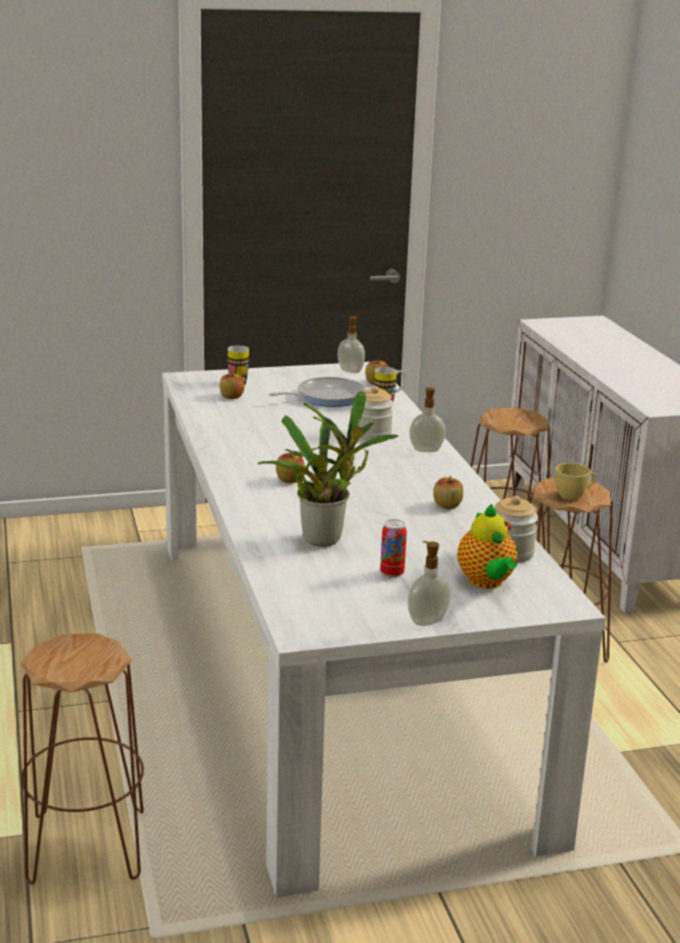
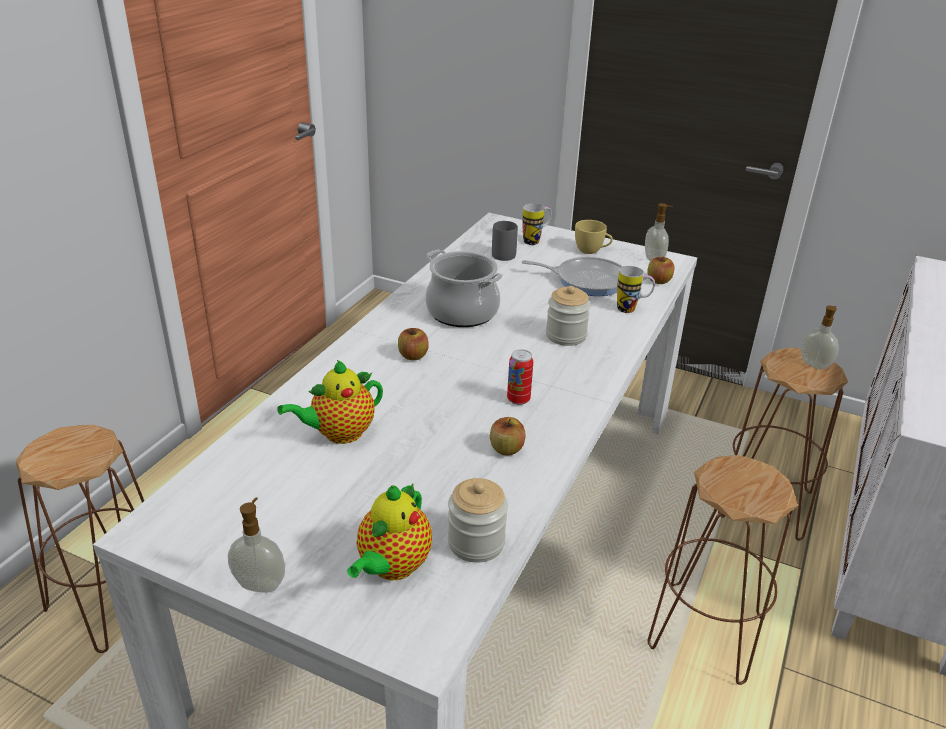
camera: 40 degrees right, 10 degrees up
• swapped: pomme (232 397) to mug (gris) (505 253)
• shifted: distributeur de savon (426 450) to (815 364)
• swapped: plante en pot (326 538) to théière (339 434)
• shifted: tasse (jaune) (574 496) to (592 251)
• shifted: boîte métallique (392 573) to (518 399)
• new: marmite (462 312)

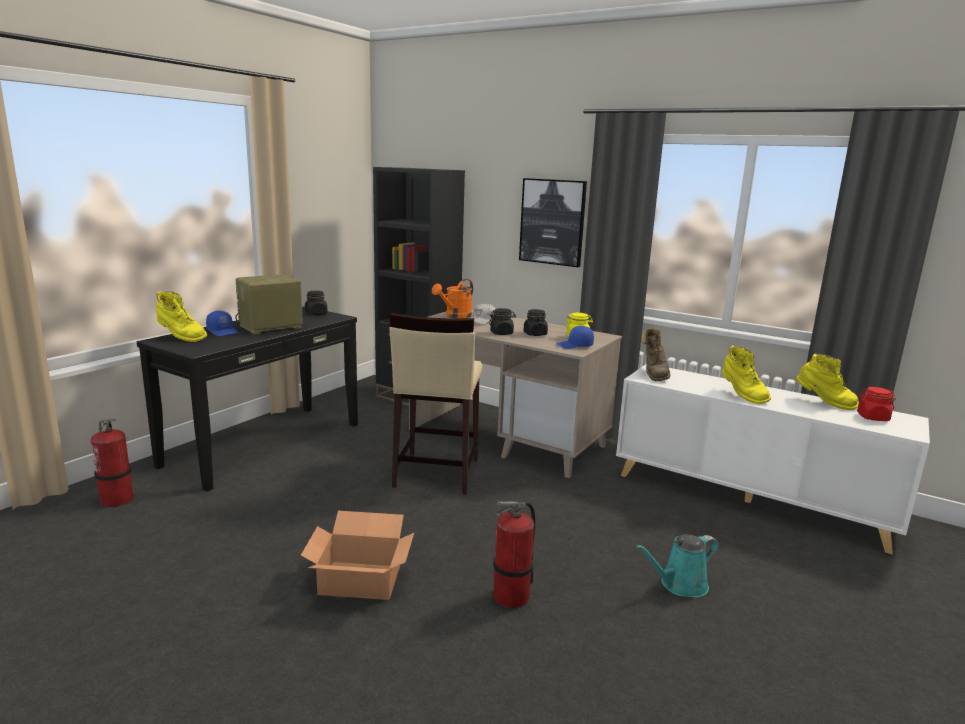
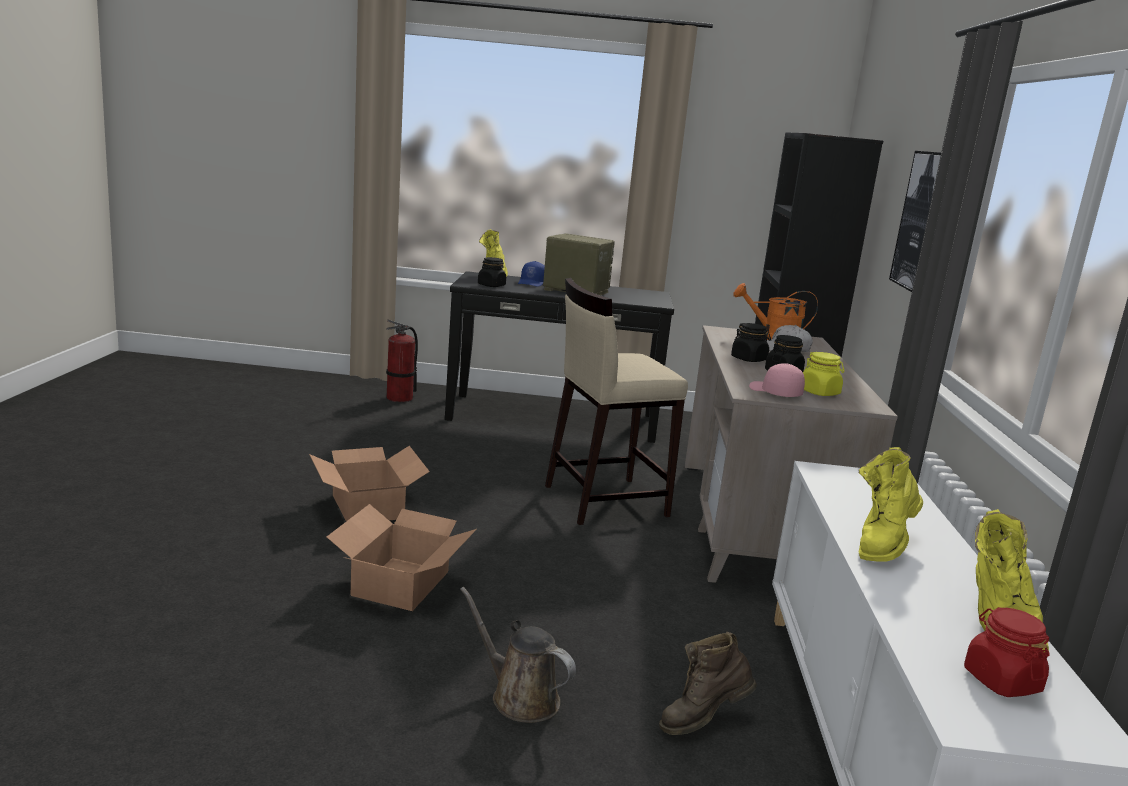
camera: 60 degrees right, 0 degrees up
• shifted: bocal (noir) (316 314) to (491 285)
• repainted: casquette (bleu) (575 346) to casquette (rose) (774 392)
• shifted: botte (marron) (654 374) to (702 720)
• swapped: extincteur (512 597) to carton (399 583)
• repainted: arrosoir (turquoise) (680 585) to arrosoir (marron) (519 697)

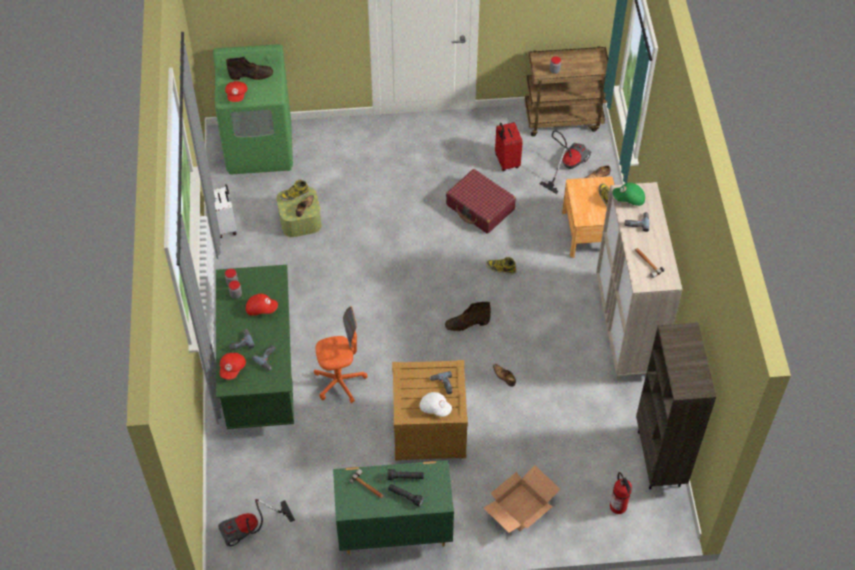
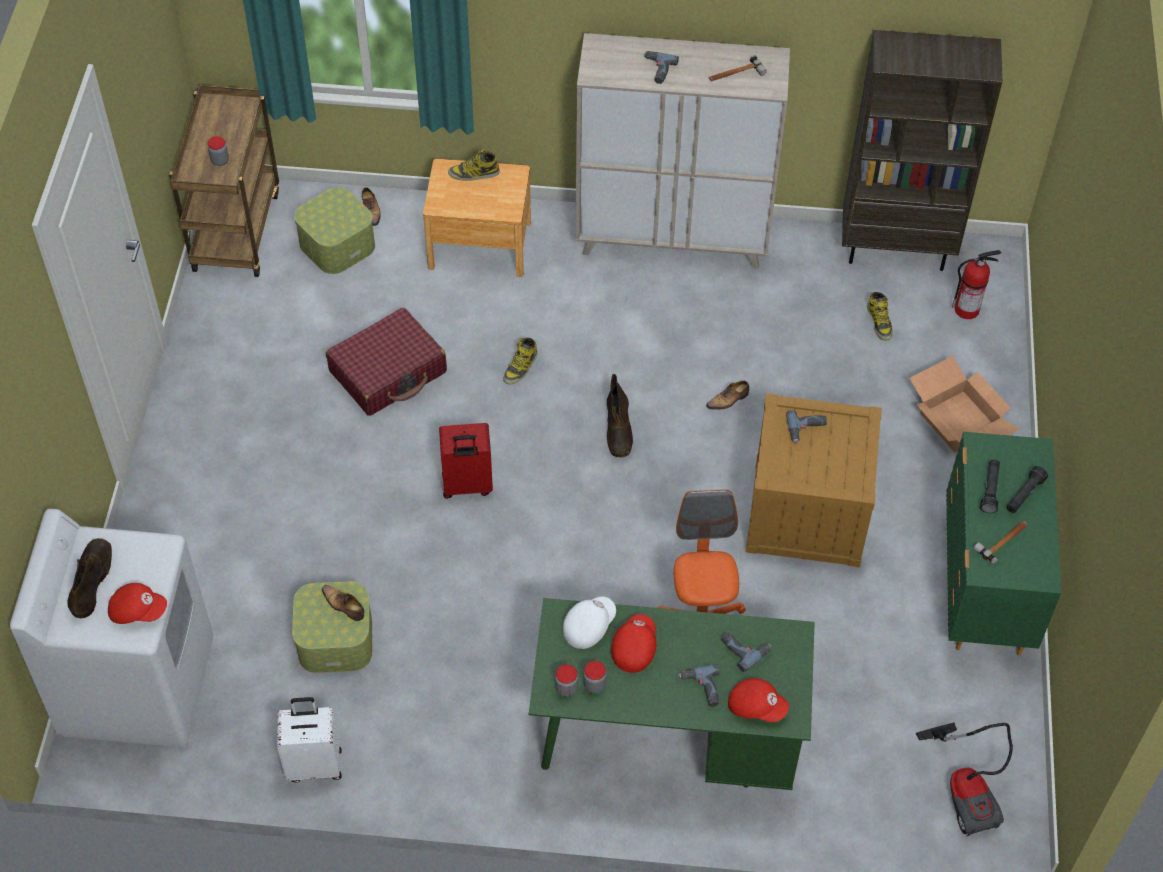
camera: 80 degrees left, 0 degrees up
• repainted: lave-linge (vert) (260 148) to lave-linge (blanc) (138 685)
• shifted: valise (rouge) (506 162) to (467 486)
• swapped: aspirateur (567 166) to boîte de rangement (337 245)
• shifted: botte (294 195) to (879 322)
• gone: casquette (vert) (629 199)
• shifted: casquette (blanc) (435 408) to (588 626)

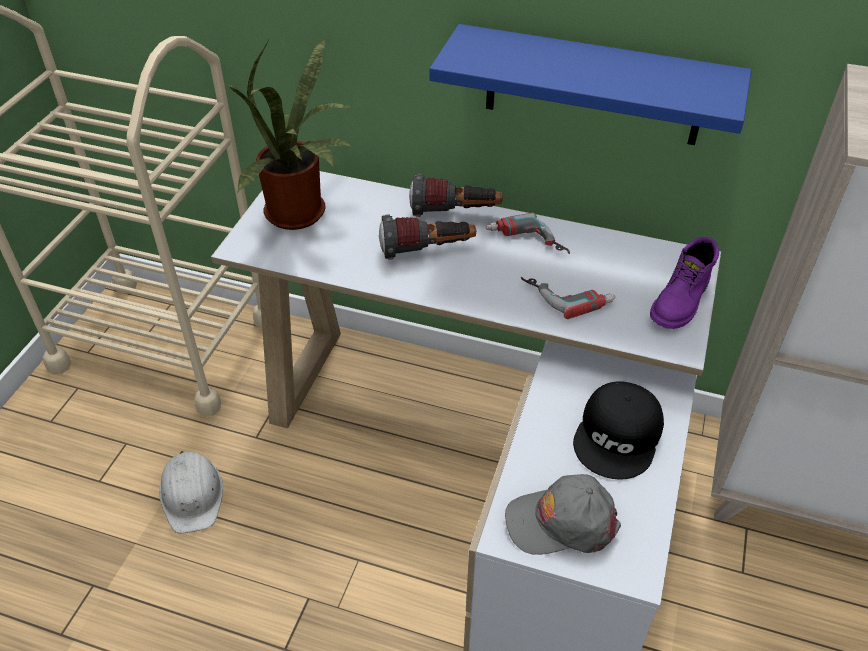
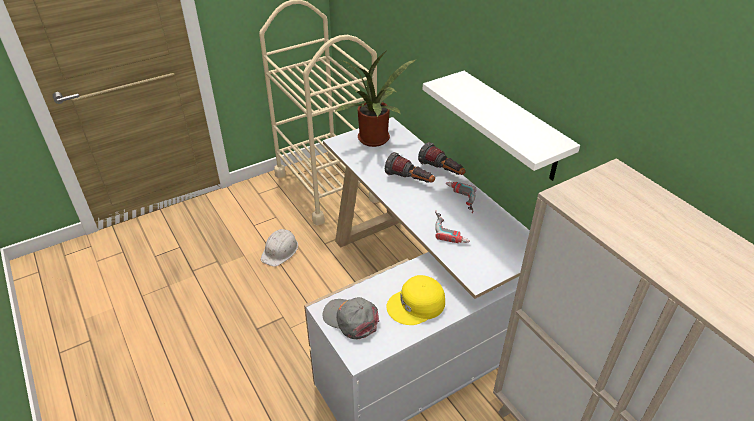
camera: 40 degrees right, 5 degrees down
• repainted: étagère (bleu) (593 86) to étagère (blanc) (513 126)
• gone: botte (violet) (681 302)
• repainted: casquette (noir) (619 437) to casquette (jaune) (416 305)

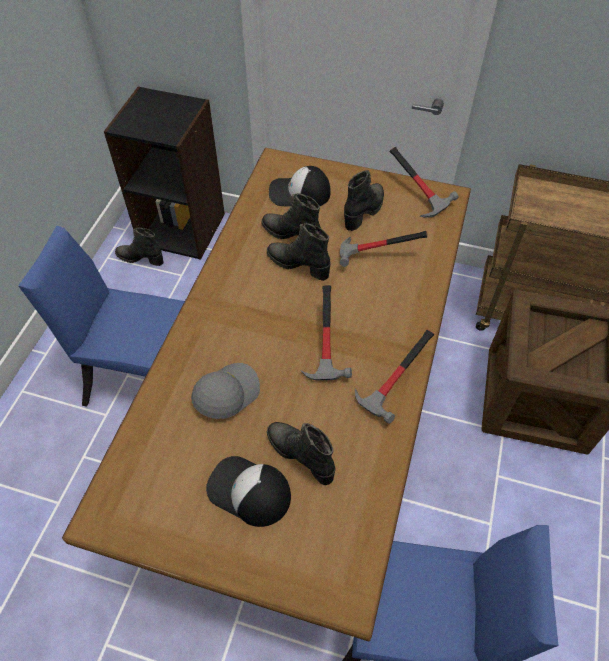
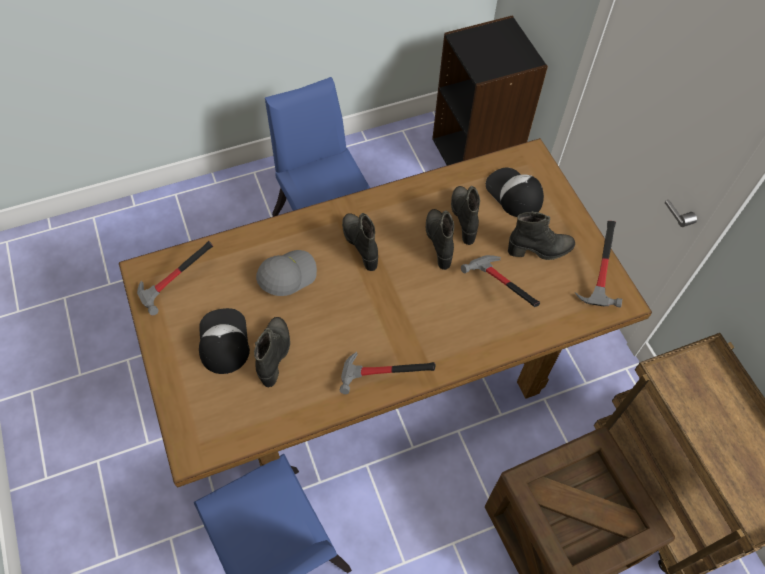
camera: 50 degrees right, 5 degrees up
• shifted: botte (noir) (140 258) to (361 245)
• shifted: marteau (329 350) to (176 288)
• rotated: casquette (gris) (226 393) = (286 275) 45 degrees counterclockwise

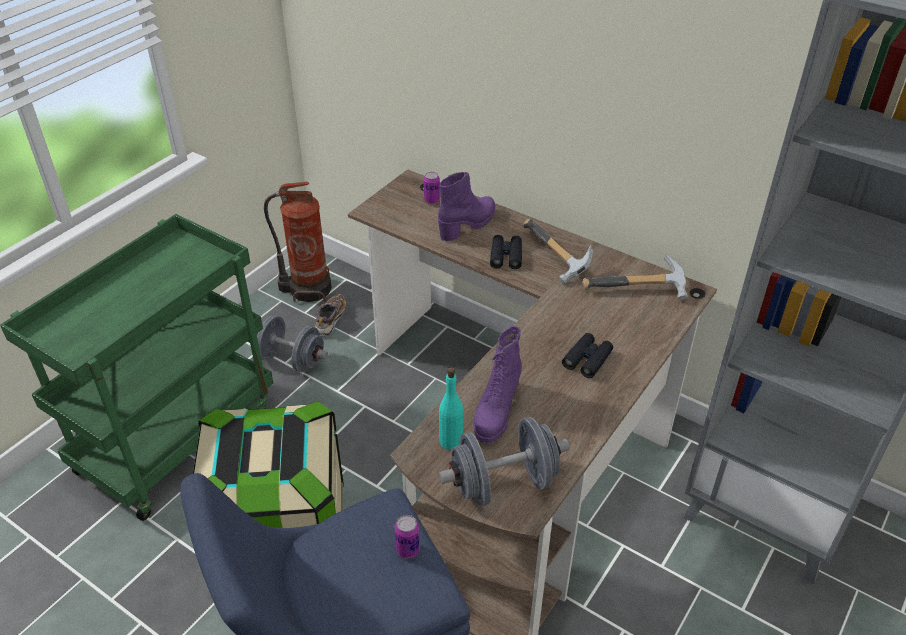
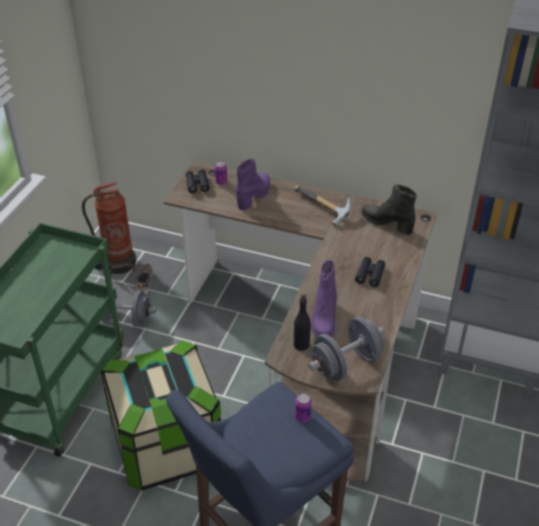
camera: 15 degrees left, 0 degrees up
• shifted: jumelles (noir) (506 256) to (197 184)
• swapped: marteau (638 291) to botte (noir) (387 223)
• repainted: bouteille (turquoise) (451 441) to bouteille (noir) (301 344)

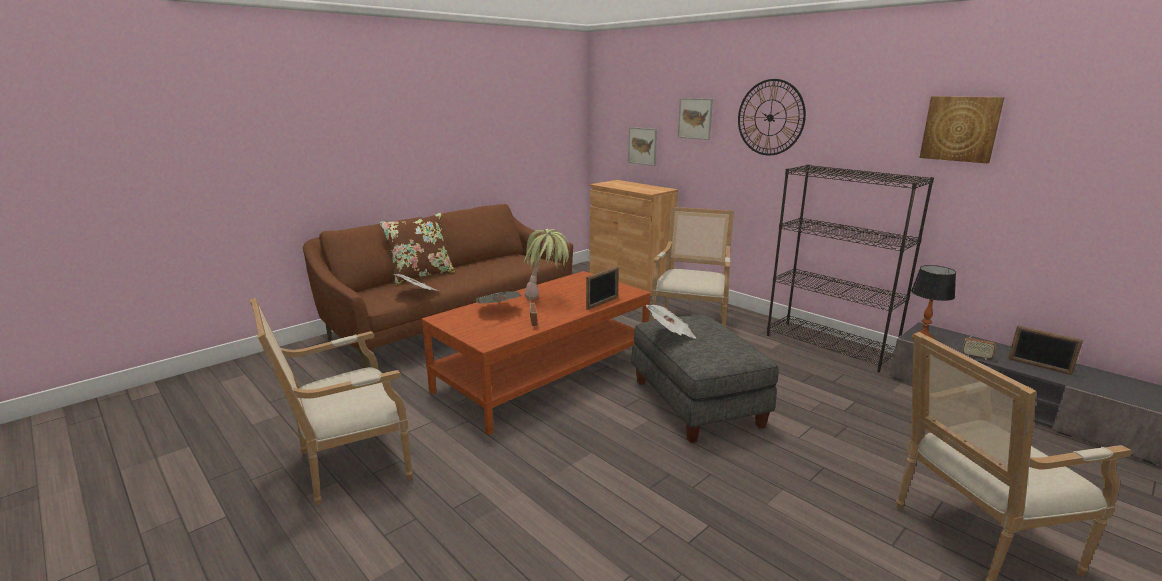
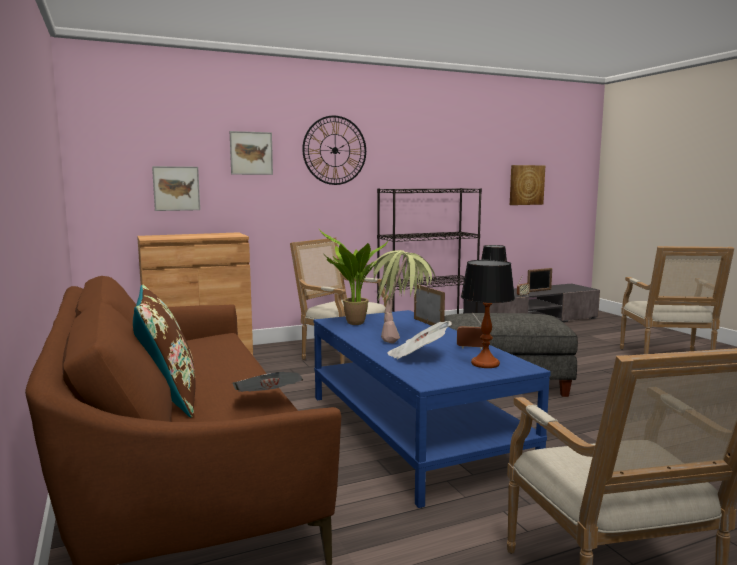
camera: 70 degrees left, 10 degrees down
• shifted: tableau (960 128) to (526 185)
• repainted: table basse (marron) (544 375) to table basse (bleu) (411 431)
• gone: journal (671 334)
• new: plante en pot (354 324)
• new: lampe de table (485 364)

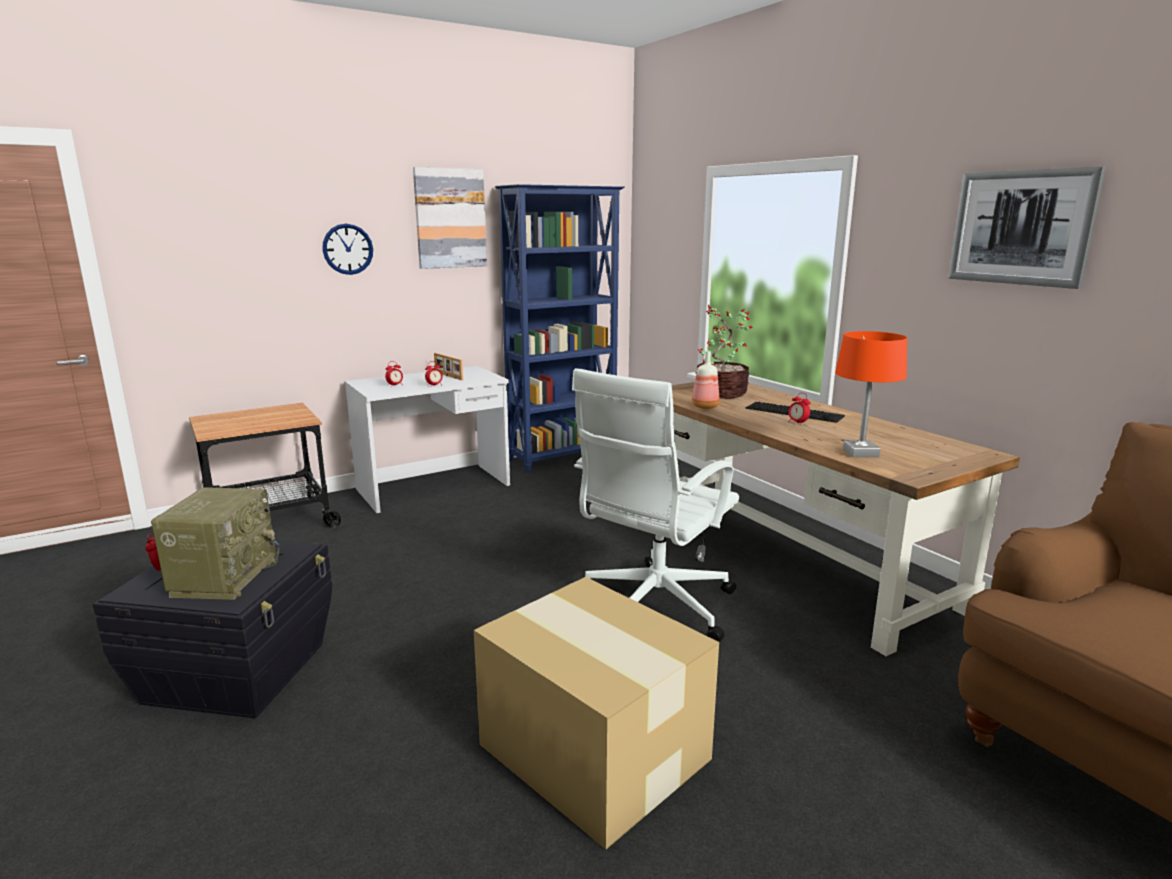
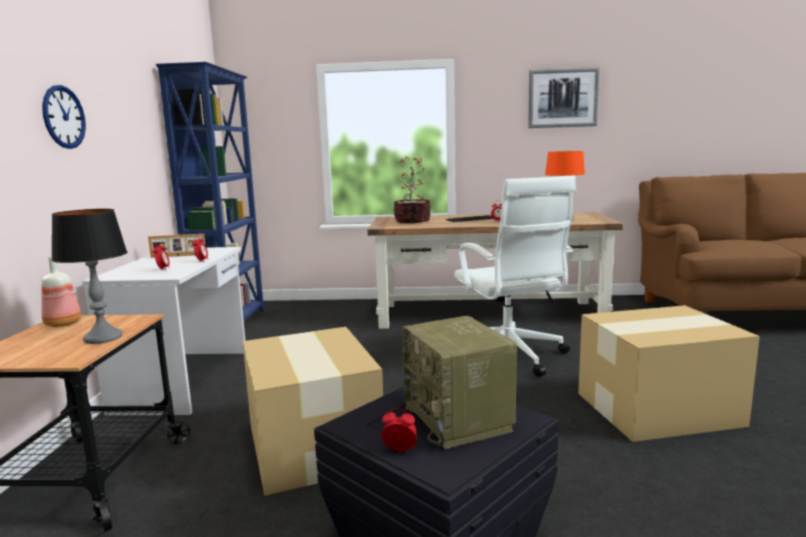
camera: 55 degrees left, 5 degrees down
• gone: tableau (450 218)
• shifted: bouteille (704 407) to (63 324)
• rotated: radio (224 576) = (459 419) 150 degrees counterclockwise
• new: lampe de table (103 337)
• new: carton (312 447)

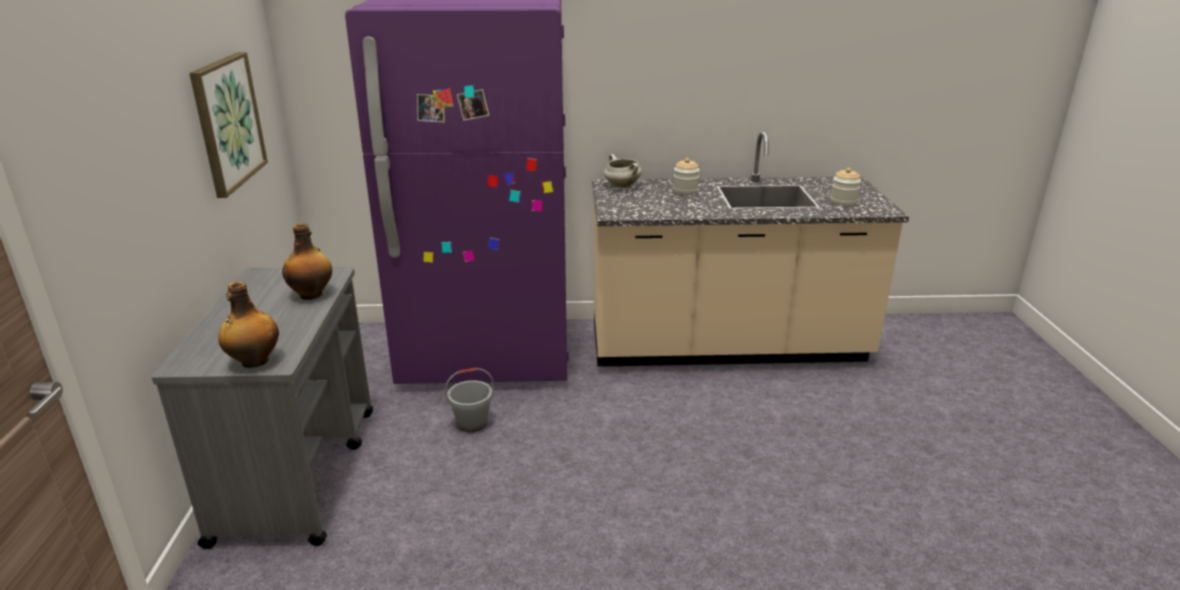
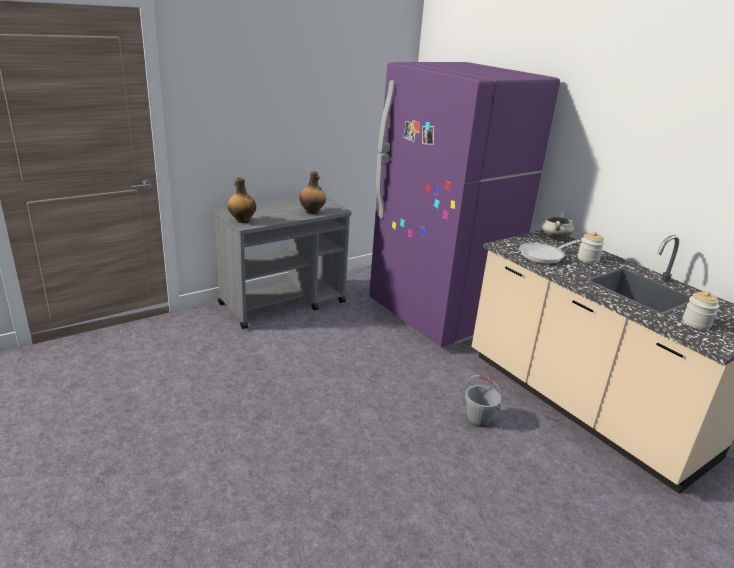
camera: 55 degrees right, 0 degrees up
• gone: tableau (227 122)
• shifted: seau (gris) (472 423) to (479 419)
• new: poêle (544 255)

